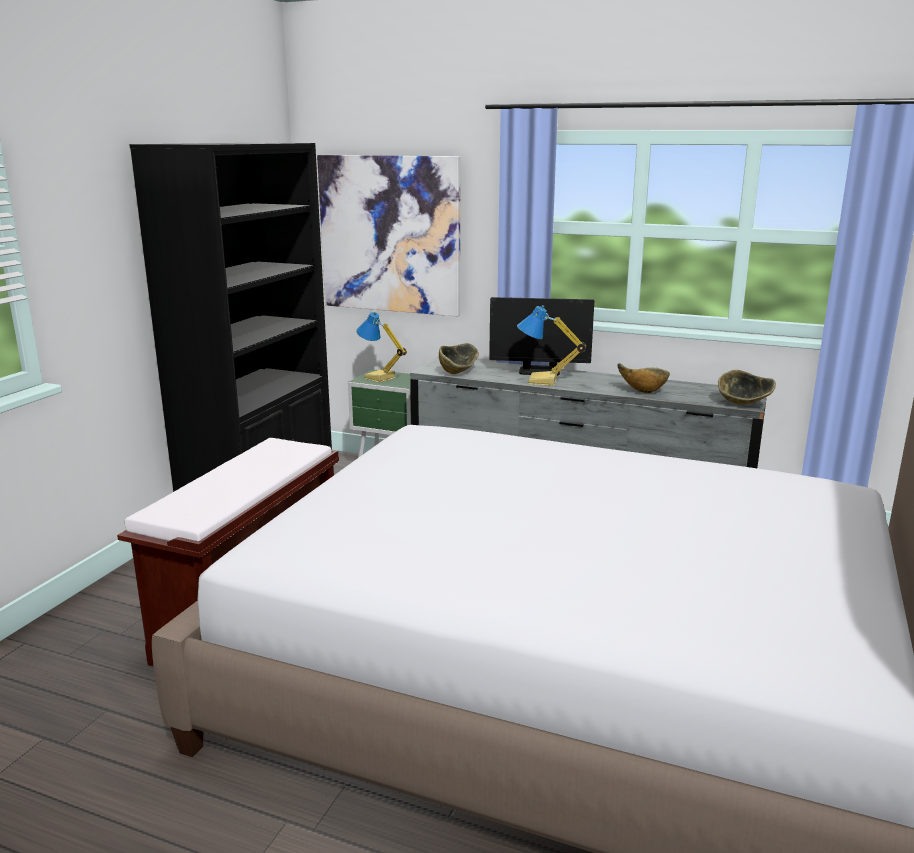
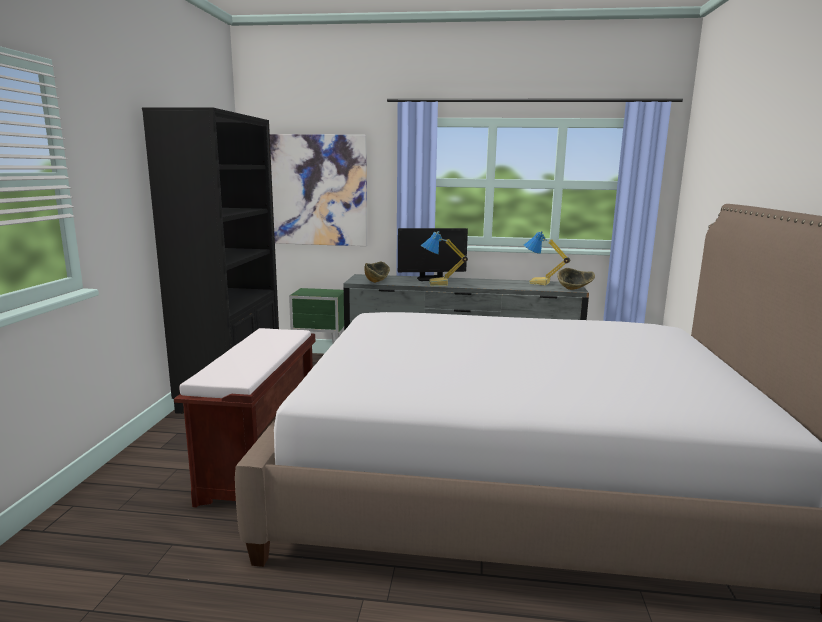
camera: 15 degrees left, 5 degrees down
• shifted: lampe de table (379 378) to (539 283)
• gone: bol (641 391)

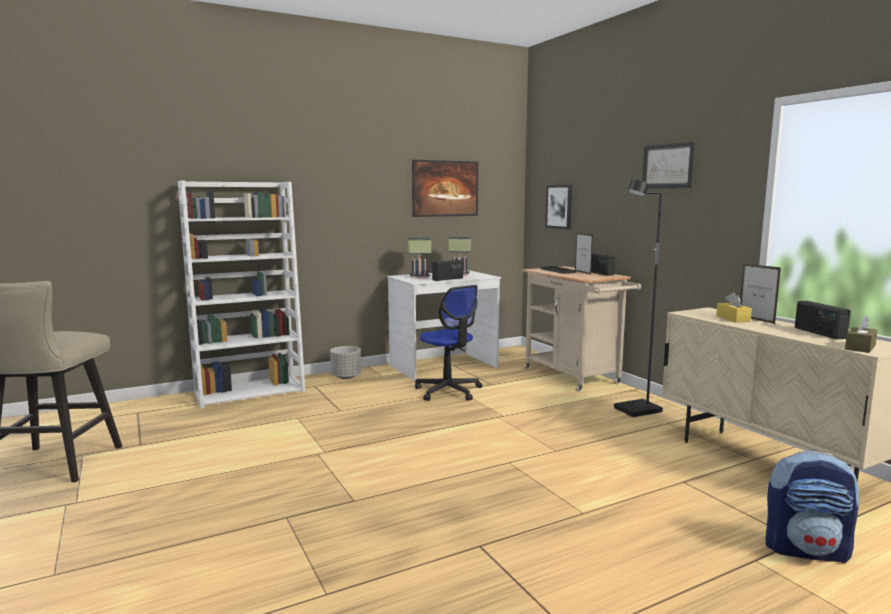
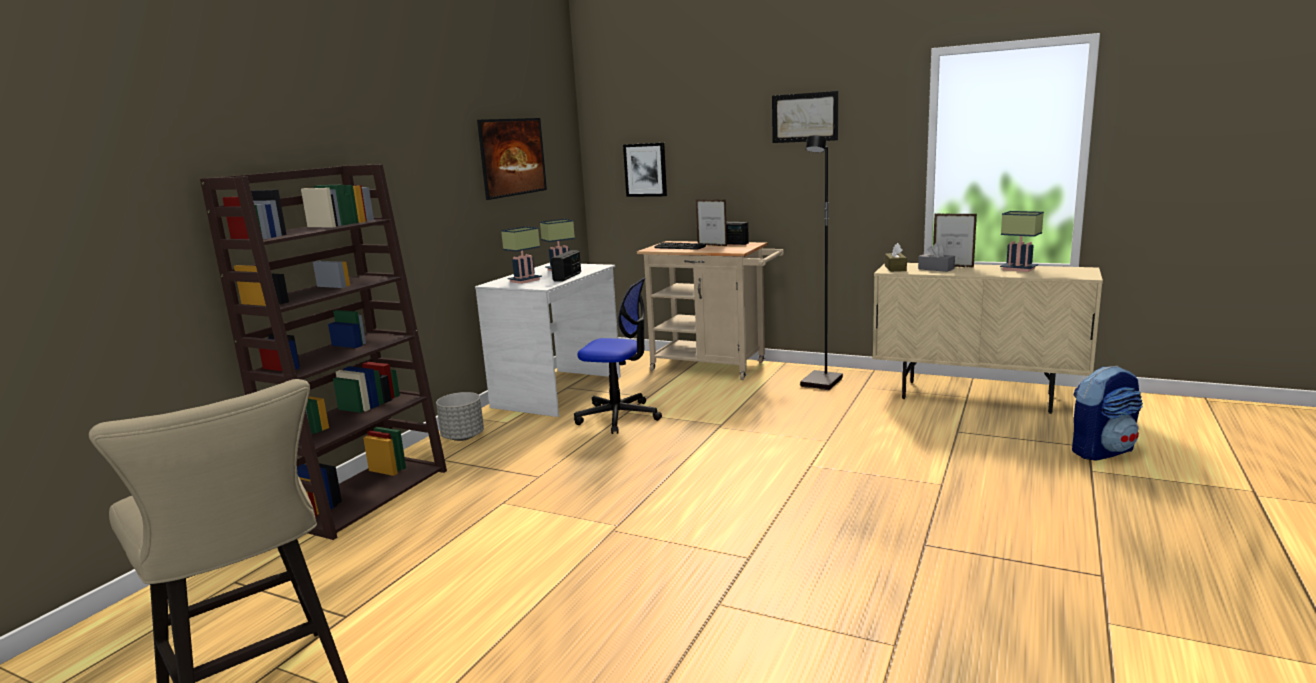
camera: 35 degrees left, 5 degrees up
• repainted: bibliothèque (blanc) (250 392) to bibliothèque (marron) (365 495)
• repainted: boîte à mouchoirs (jaune) (733 319) to boîte à mouchoirs (gris) (936 269)
• swapped: radio (819 333) to lampe de table (1020 269)
• shifted: boîte à mouchoirs (marron) (860 347) to (895 268)

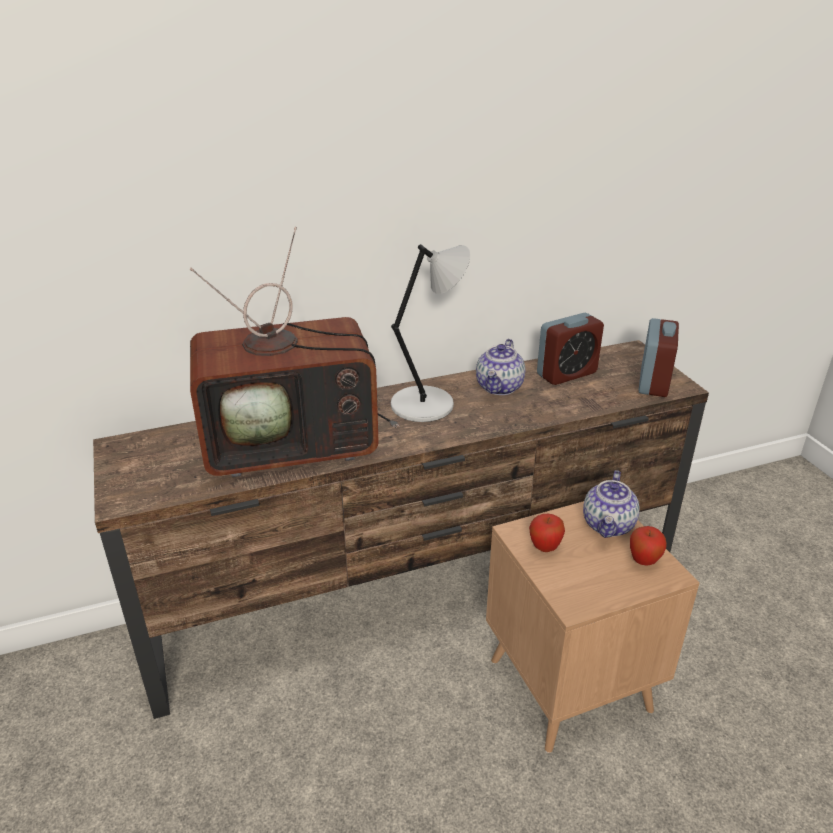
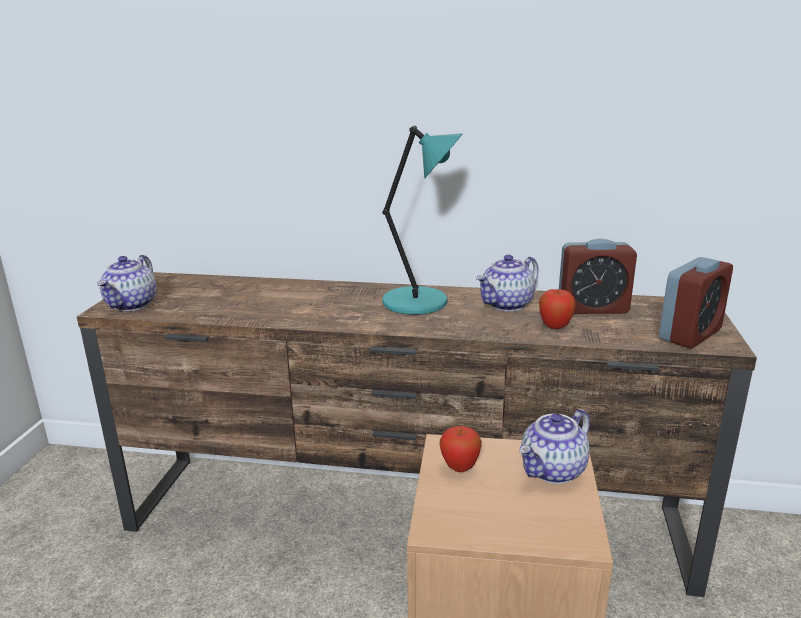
camera: 30 degrees right, 10 degrees down
• gone: téléviseur (295 443)
• repainted: lampe de table (gris) (426 404) to lampe de table (turquoise) (419 302)
• shifted: pomme (643 561) to (555 327)
• new: théière (132 305)

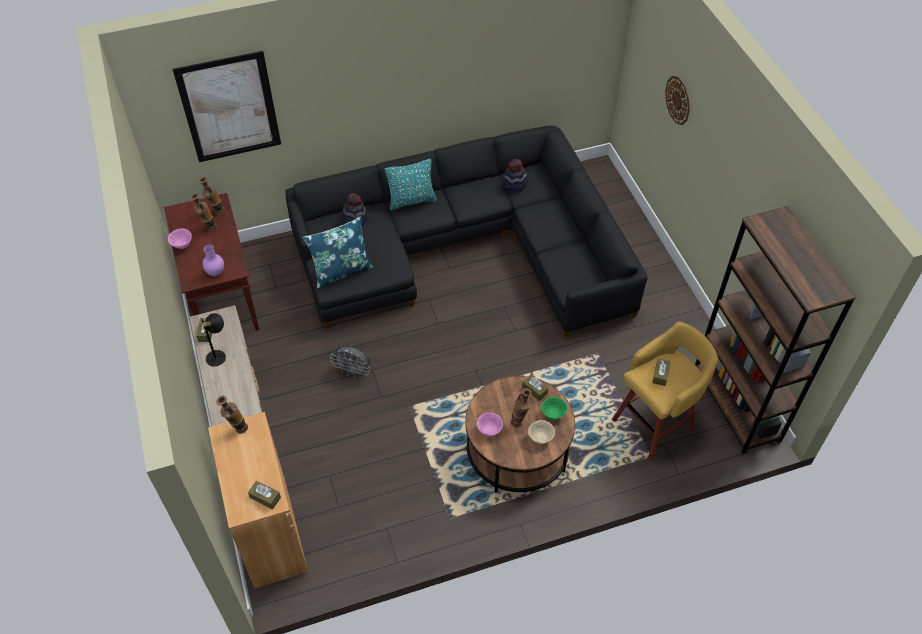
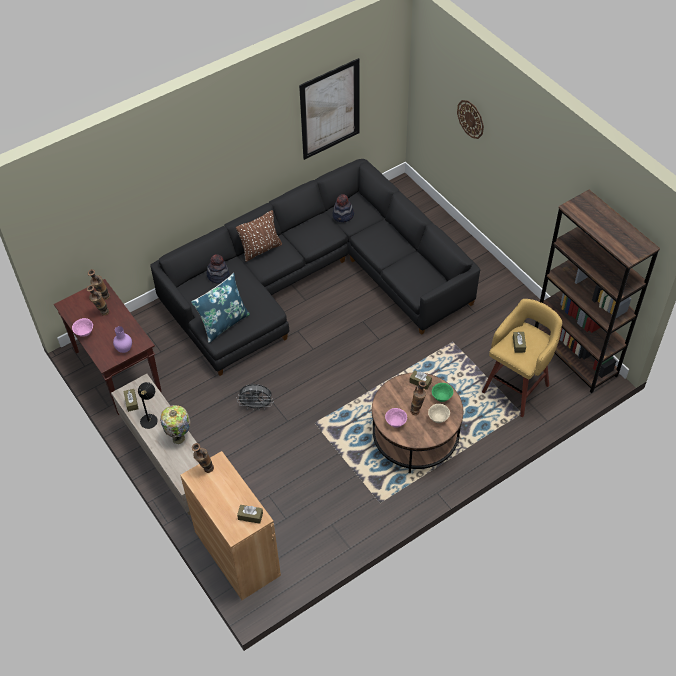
camera: 15 degrees left, 0 degrees up
• shifted: tableau (229 108) to (330 109)
• repainted: coussin (turquoise) (412 200) to coussin (marron) (261 249)
• new: lampe de table (179 438)

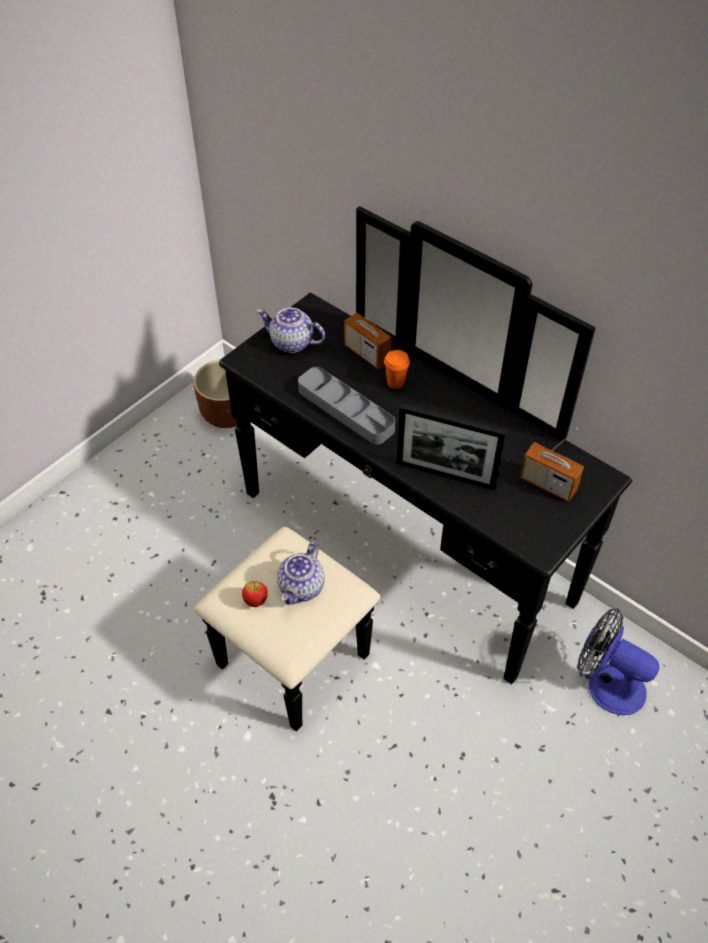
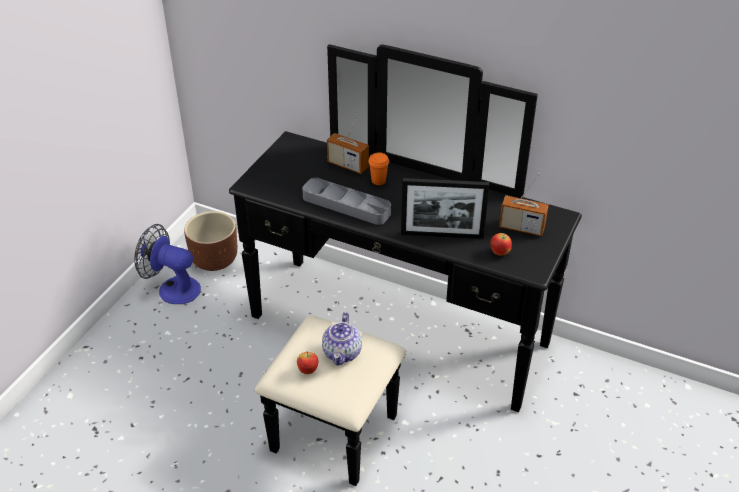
camera: 15 degrees left, 10 degrees down
• gone: théière (291 343)
• shifted: ventilateur (606 683) to (172 288)
• new: pomme (499 253)

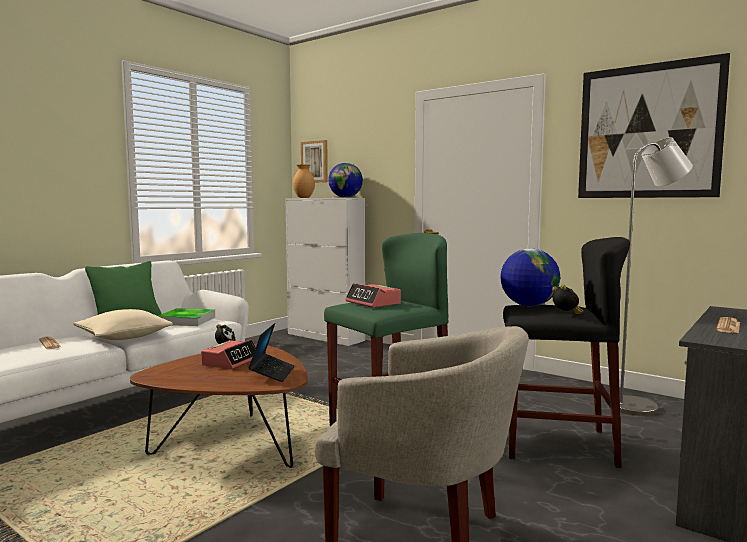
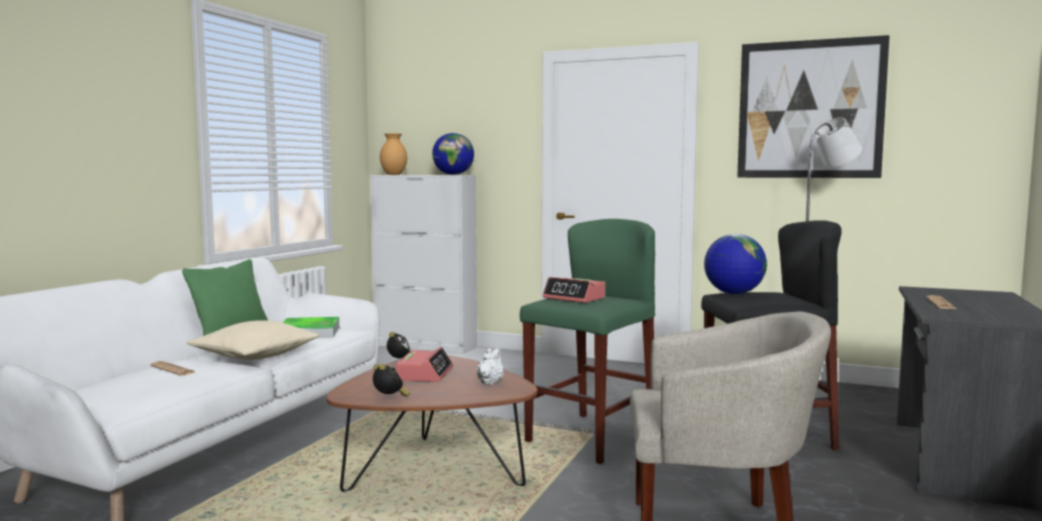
camera: 15 degrees left, 0 degrees up
• gone: tableau (315 162)
• shifted: réveil (566 315) to (390 398)
• swapped: ordinateur portable (272 373) to théière (blanc) (490 382)

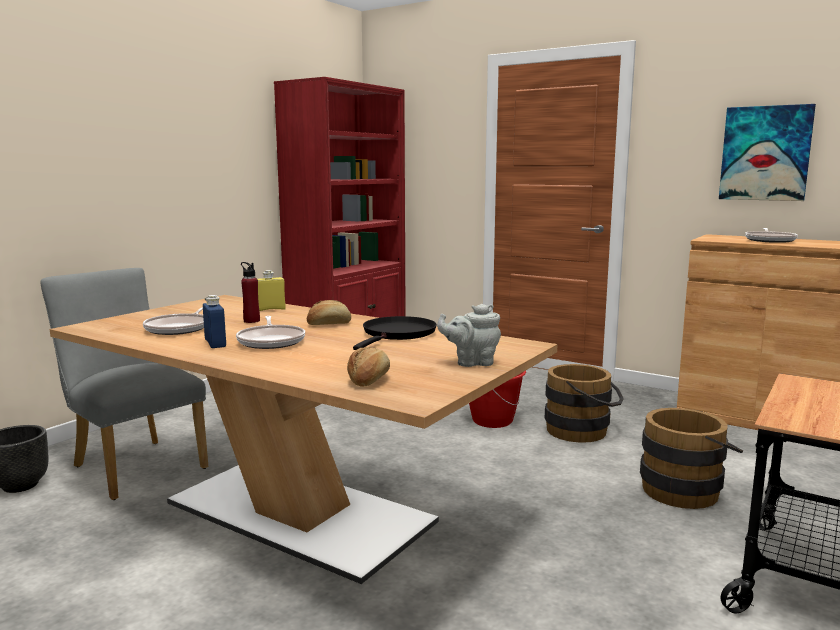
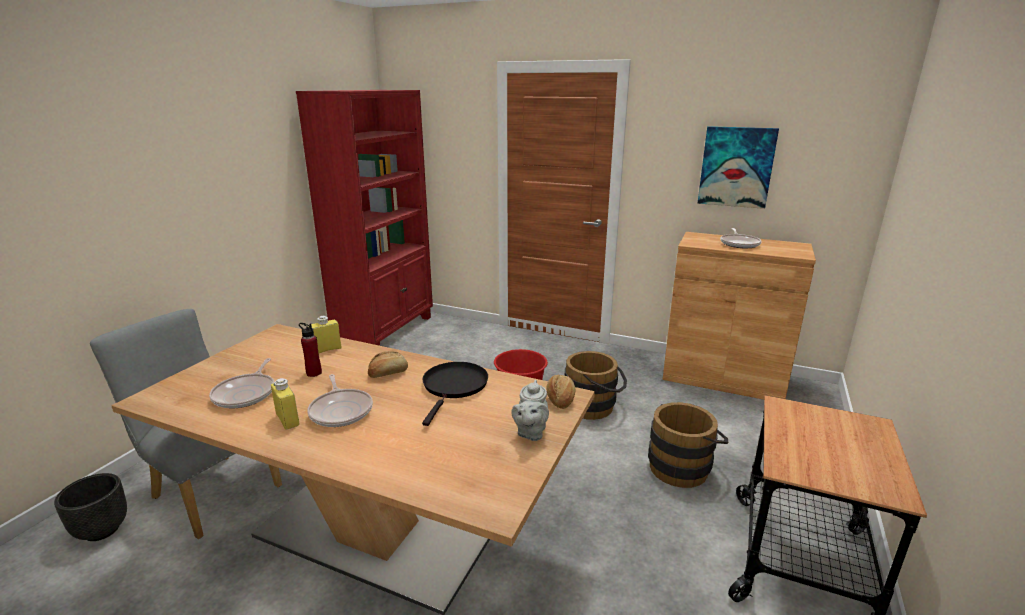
camera: 10 degrees left, 10 degrees up
• repainted: bouteille (bleu) (215 343) to bouteille (jaune) (287 420)
• rotated: théière (gris) (472 362) = (530 432) 60 degrees counterclockwise
• shifted: pain (368 380) to (560 399)

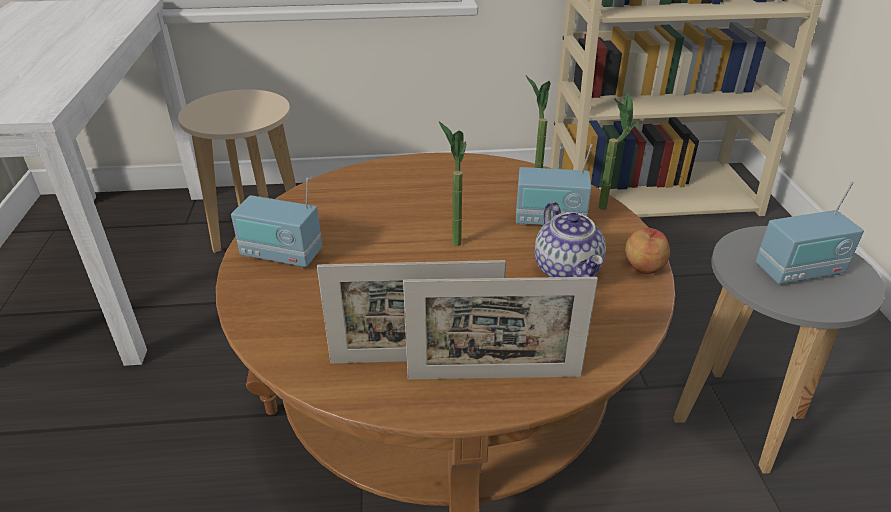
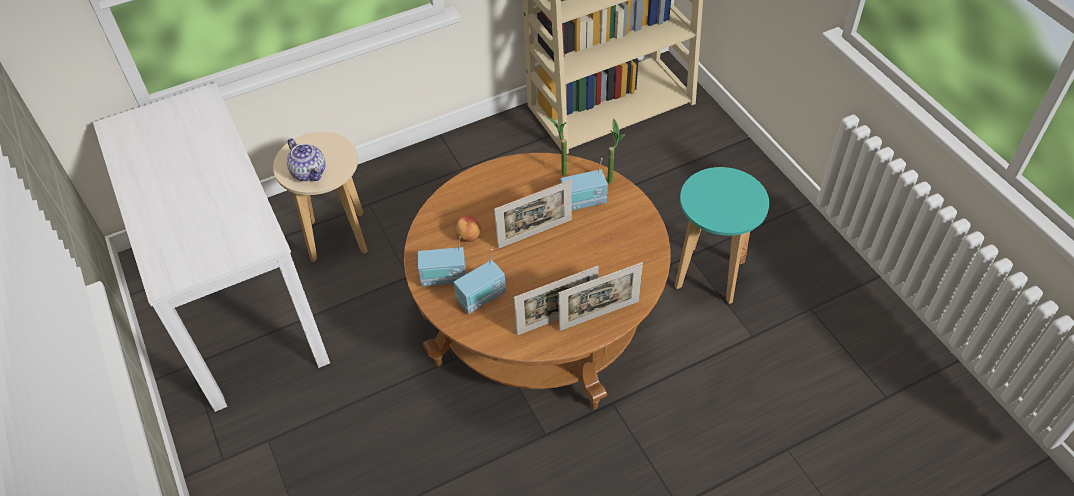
camera: 20 degrees left, 15 degrees up
• swapped: plante en pot (453 238) to cadre photo (535 233)
• shifted: radio (799 271) to (481 297)
• shifted: théière (568 270) to (309 172)
• repainted: tabouret (gris) (739 419) to tabouret (turquoise) (710 275)
• shifted: pomme (642 267) to (468 236)

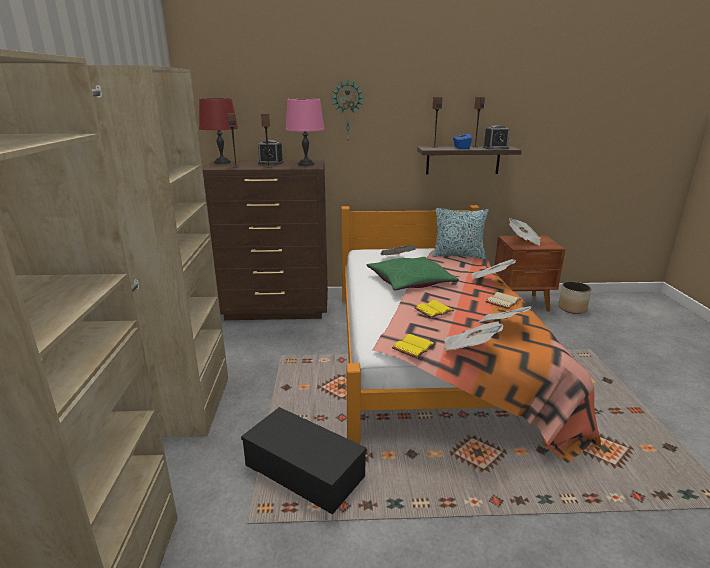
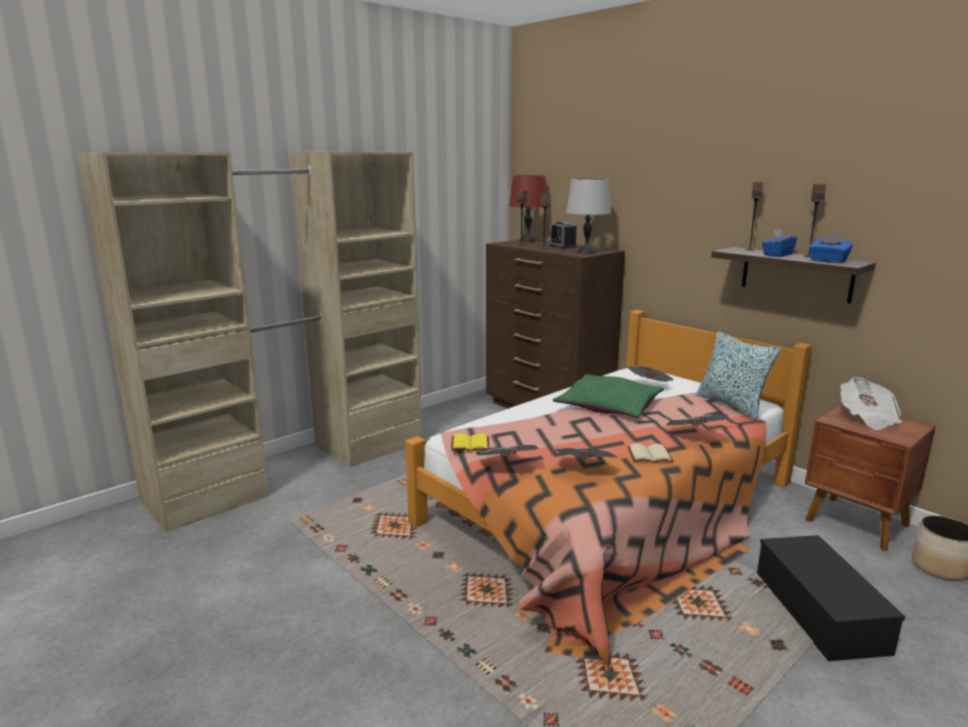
camera: 50 degrees right, 5 degrees down
• gone: horloge murale (347 111)
• repainted: lampe de table (rose) (306 164) to lampe de table (gris) (586 251)
• swapped: réveil (495 148) to boîte à mouchoirs (bleu) (828 261)
• gone: livre (jaune) (434 311)
• shifted: boîte de rangement (noir) (306 471) to (822 612)

